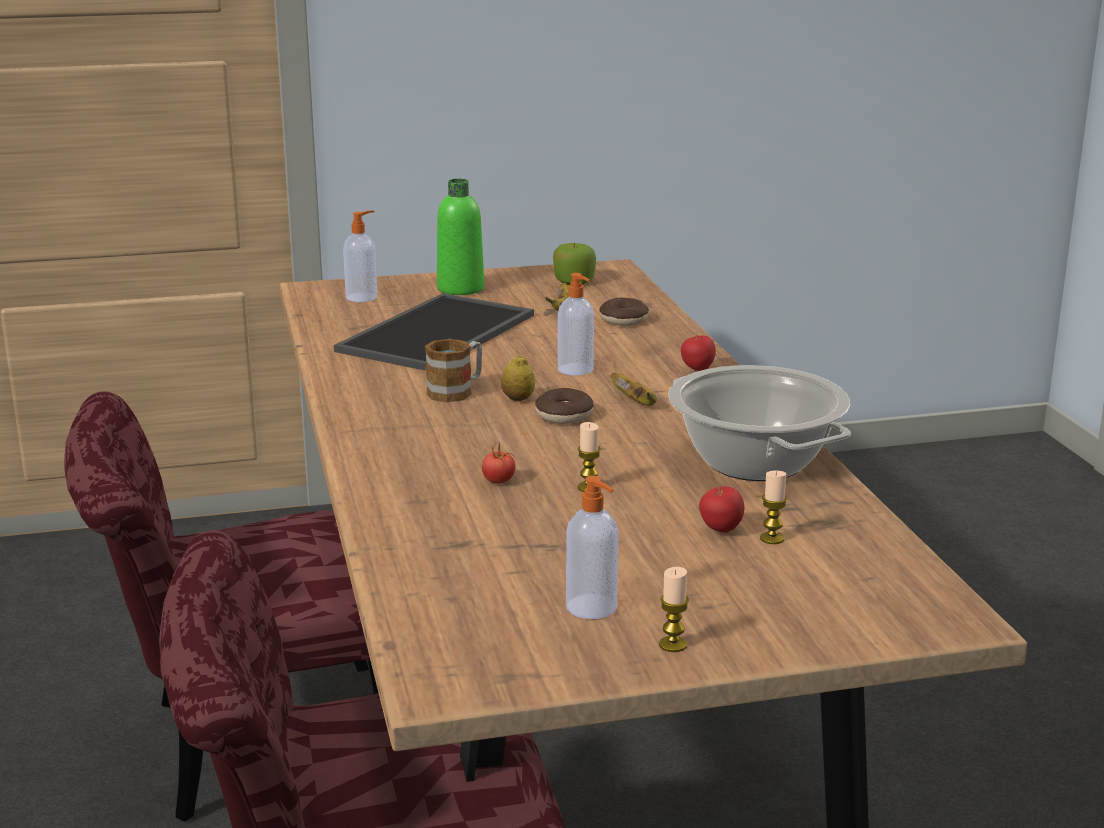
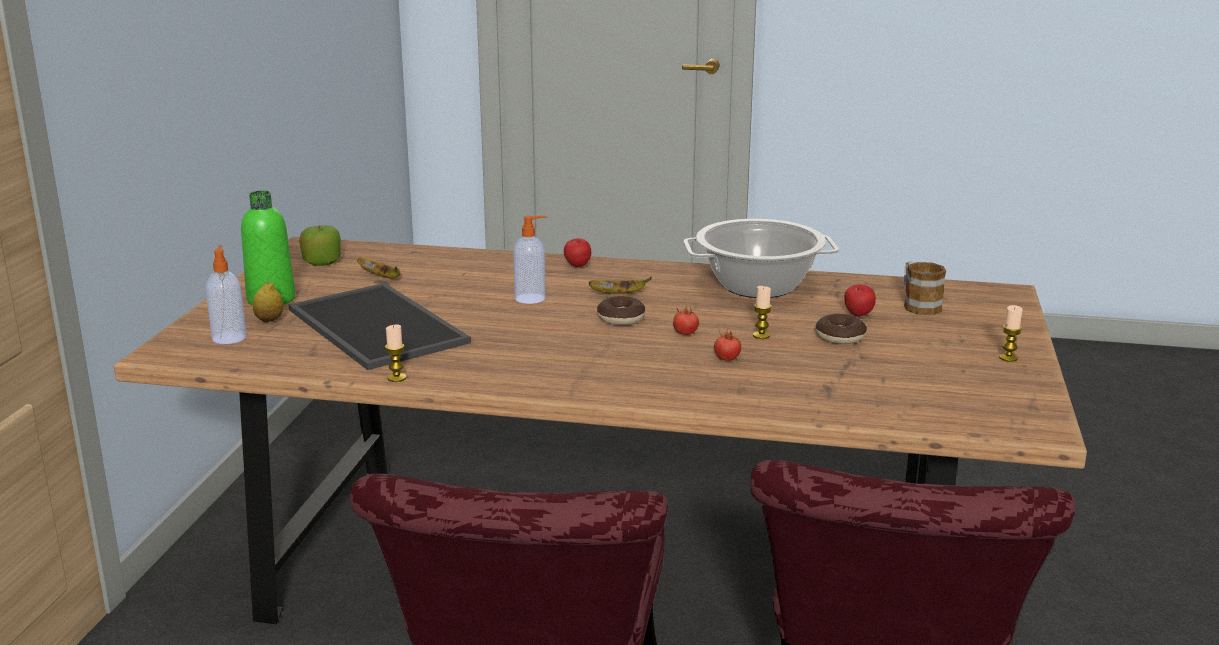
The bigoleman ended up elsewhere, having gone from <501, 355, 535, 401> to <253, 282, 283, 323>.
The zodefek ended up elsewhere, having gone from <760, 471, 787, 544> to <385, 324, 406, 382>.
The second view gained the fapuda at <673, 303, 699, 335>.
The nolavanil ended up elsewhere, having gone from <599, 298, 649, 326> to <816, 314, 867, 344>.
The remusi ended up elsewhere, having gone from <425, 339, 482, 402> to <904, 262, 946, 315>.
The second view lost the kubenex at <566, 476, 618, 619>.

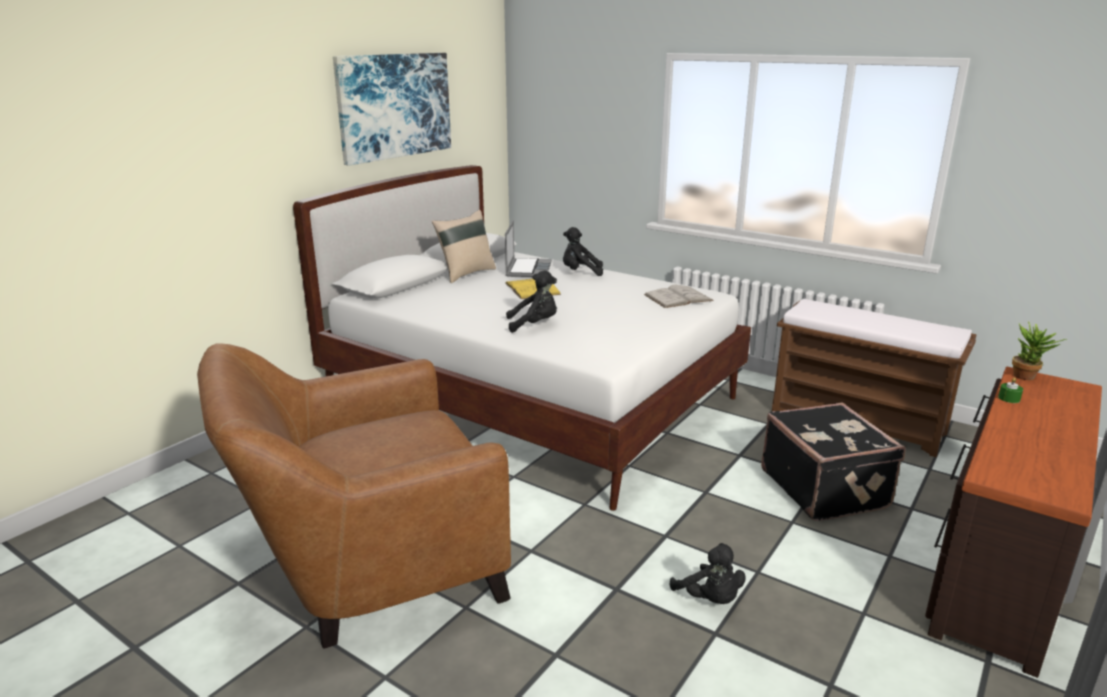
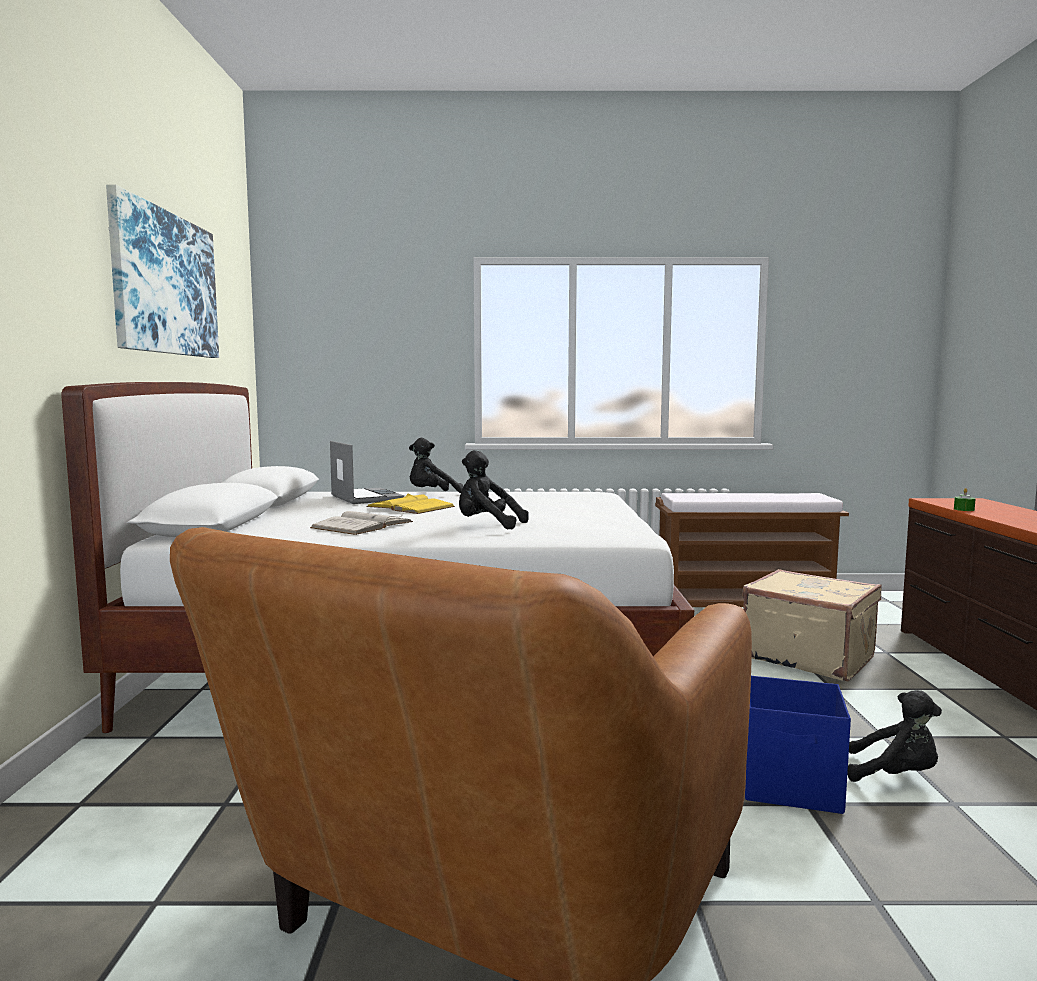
The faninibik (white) ended up elsewhere, having gone from <644, 285, 714, 308> to <310, 511, 413, 535>.
The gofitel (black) at <506, 270, 557, 333> ended up facing another way, 120 degrees counterclockwise from before.
What was the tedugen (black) at <761, 403, 906, 521> turned into the tedugen (beige) at <742, 569, 881, 681>.
The second view gained the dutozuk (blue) at <745, 676, 851, 814>.
The second view lost the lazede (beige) at <432, 210, 496, 283>.
The second view lost the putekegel at <1012, 321, 1067, 380>.

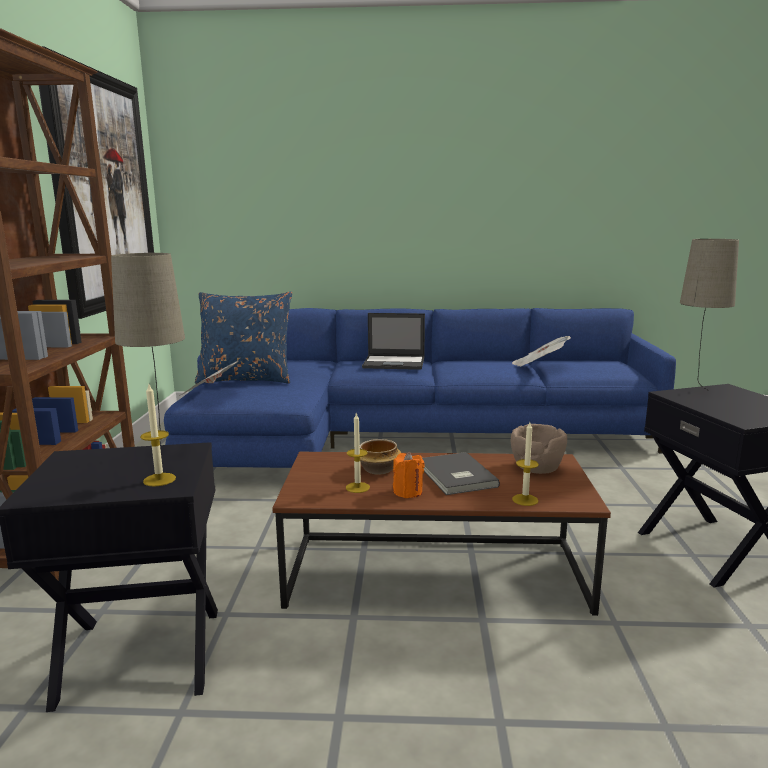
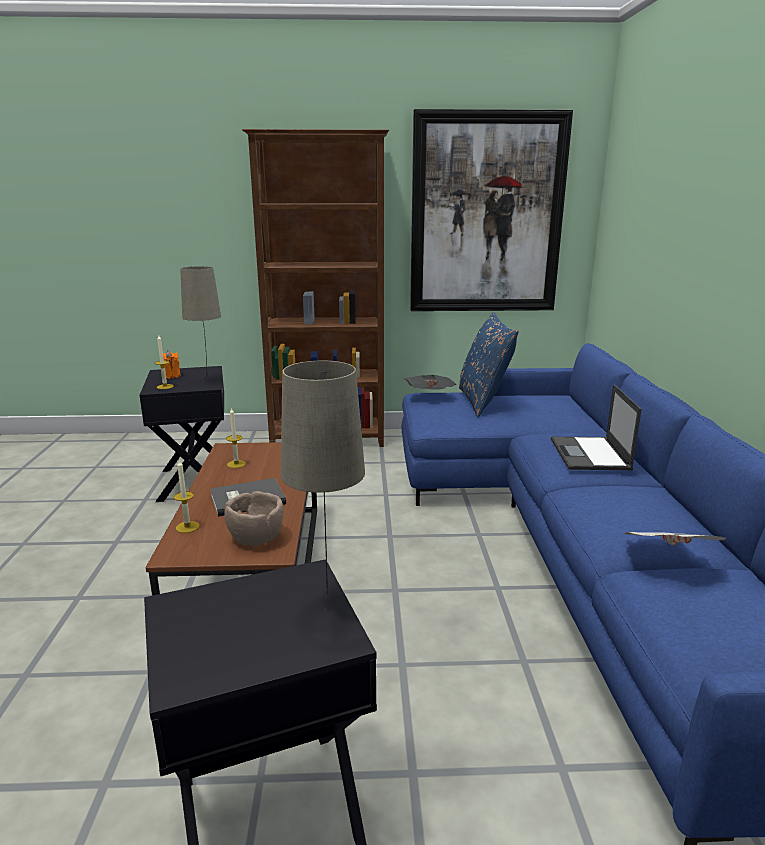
The zodefek (orange) ended up elsewhere, having gone from <393, 452, 425, 498> to <161, 350, 181, 379>.
The second view lost the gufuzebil at <360, 439, 401, 475>.

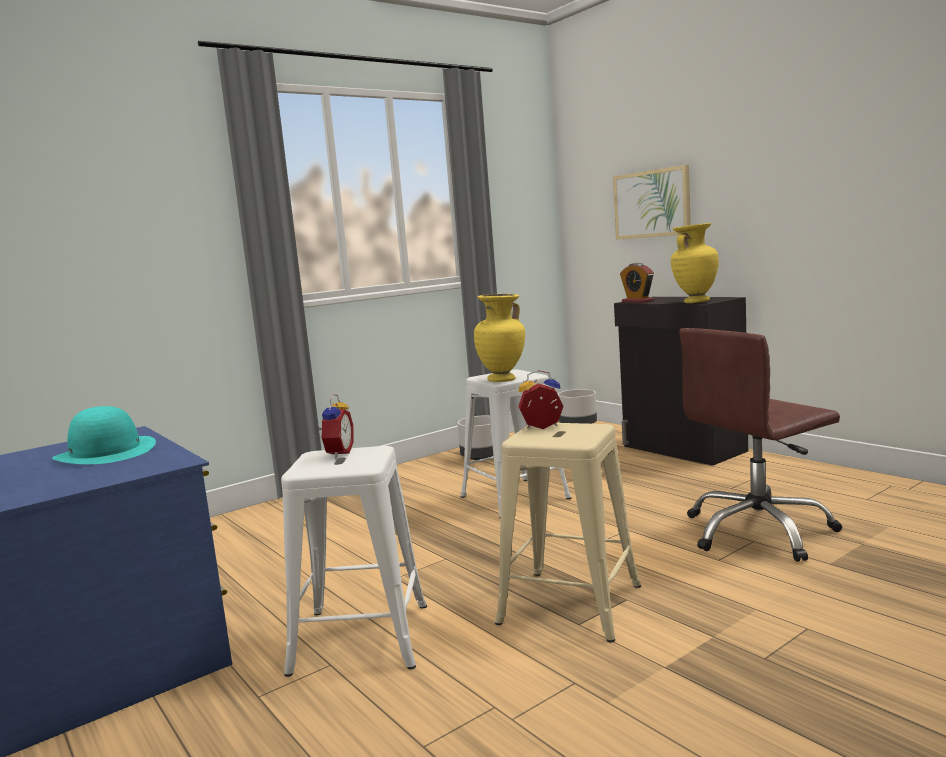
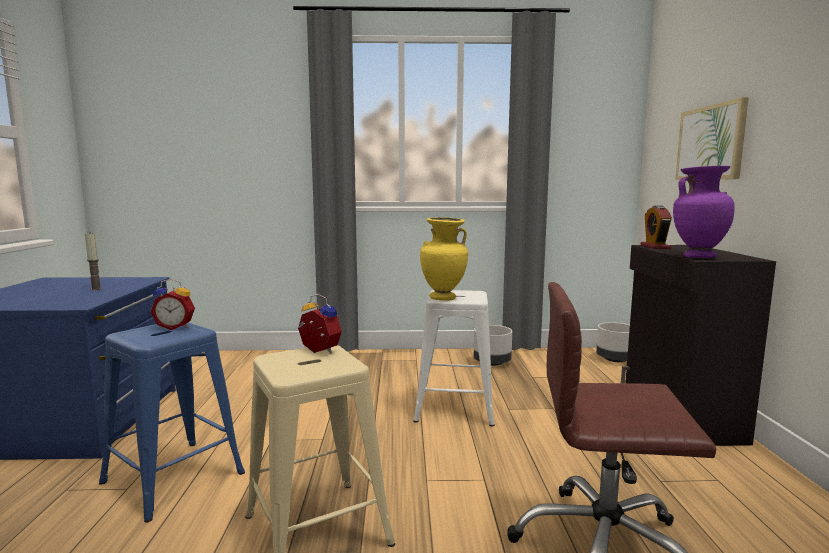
Where the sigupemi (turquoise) stood at <52, 406, 156, 464>, the zodefek came to stand at <85, 233, 102, 290>.
What was the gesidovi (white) at <281, 446, 427, 677> turned into the gesidovi (blue) at <99, 323, 245, 523>.
The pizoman at <317, 394, 354, 458> ended up facing another way, 45 degrees clockwise from before.
What was the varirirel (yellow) at <671, 223, 719, 303> turned into the varirirel (purple) at <673, 166, 735, 258>.

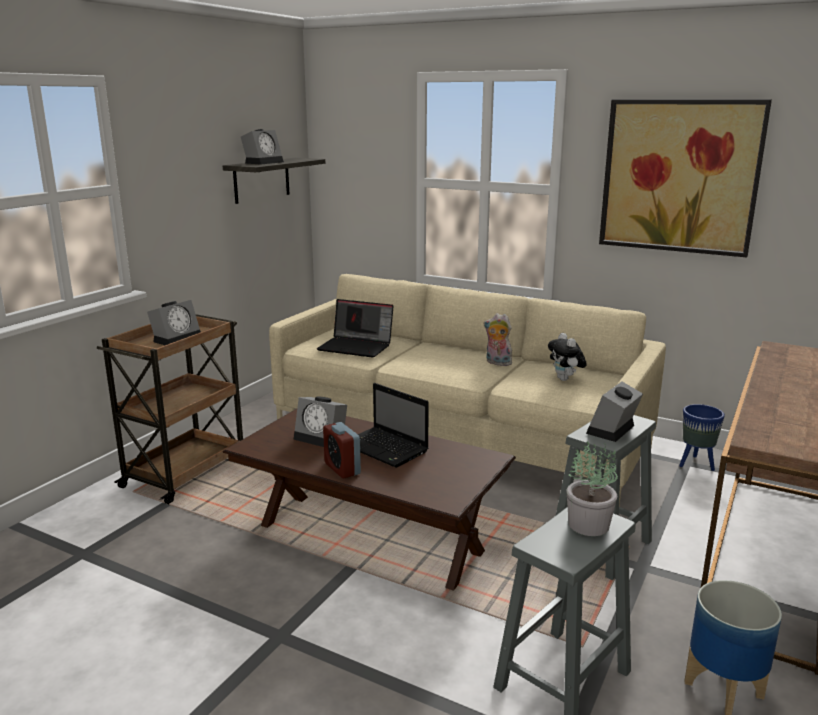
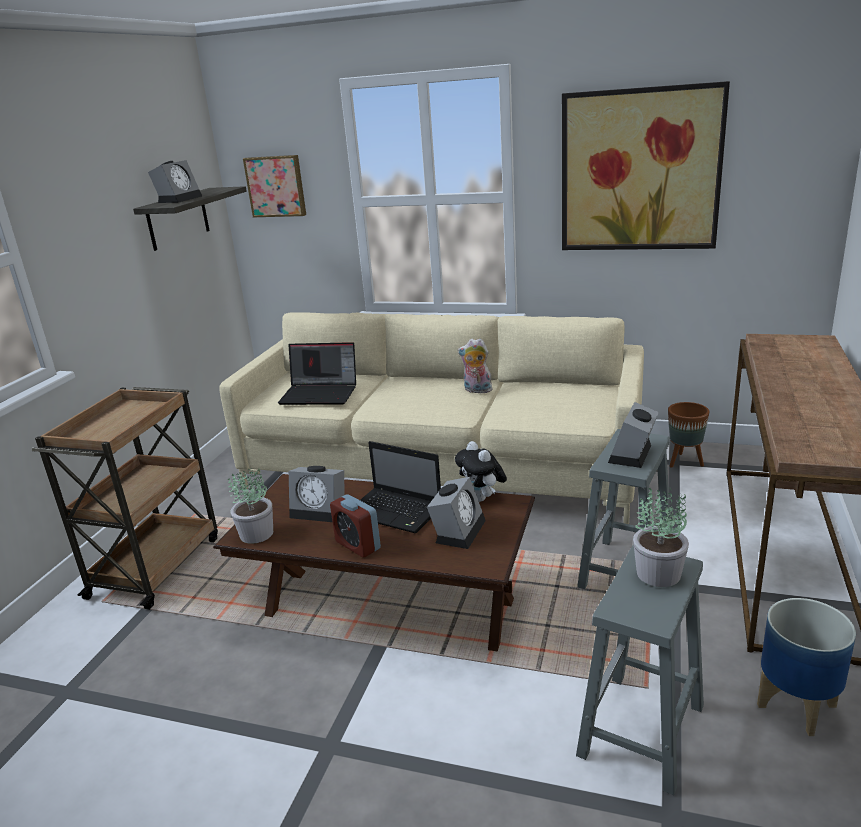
The second view gained the putekegel at <228, 467, 273, 544>.
The second view gained the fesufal at <243, 155, 306, 217>.
The pizoman ended up elsewhere, having gone from <147, 300, 201, 345> to <427, 477, 486, 549>.
The gofitel ended up elsewhere, having gone from <548, 333, 587, 381> to <455, 441, 507, 502>.
What was the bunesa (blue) at <679, 404, 725, 471> turned into the bunesa (brown) at <668, 402, 709, 468>.

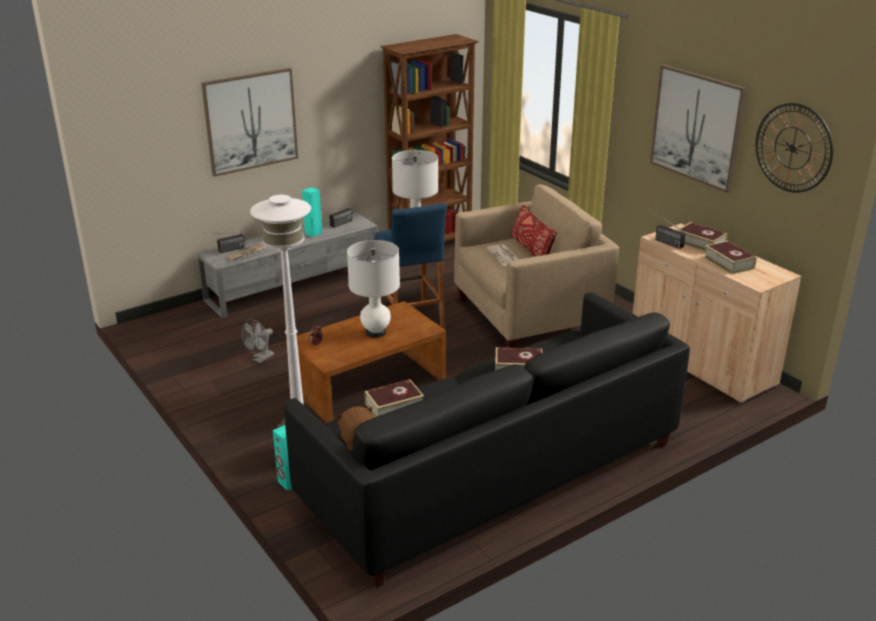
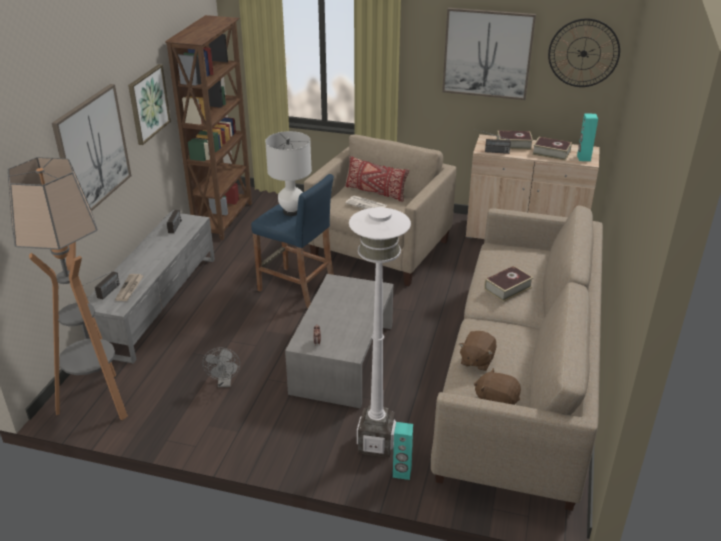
The second view gained the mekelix at <8, 157, 128, 420>.
The second view gained the fesufal at <128, 64, 171, 145>.
What was the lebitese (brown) at <286, 301, 446, 423> turned into the lebitese (grey) at <285, 274, 393, 408>.
What was the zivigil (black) at <284, 292, 690, 588> turned into the zivigil (beige) at <431, 206, 603, 511>.
Where the faninibik stood at <365, 379, 424, 417>, the gofitel (brown) came to stand at <459, 331, 497, 371>.
The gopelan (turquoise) ended up elsewhere, having gone from <302, 187, 322, 237> to <577, 113, 598, 161>.
The second view lost the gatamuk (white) at <347, 240, 400, 338>.

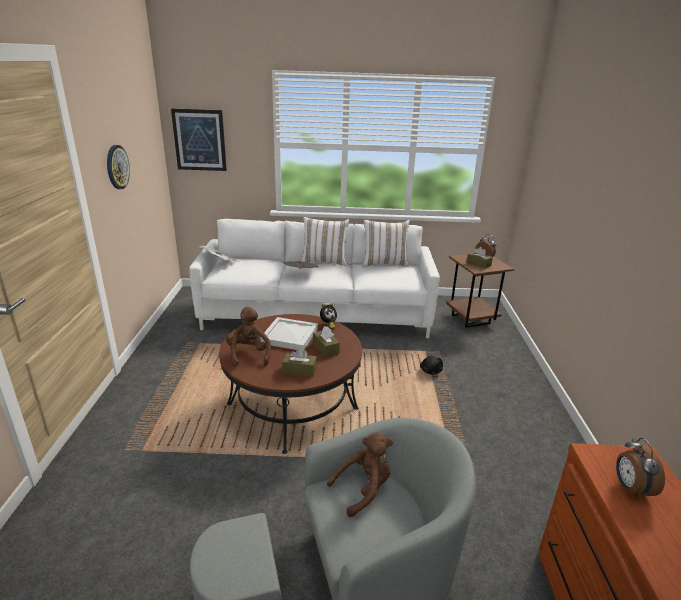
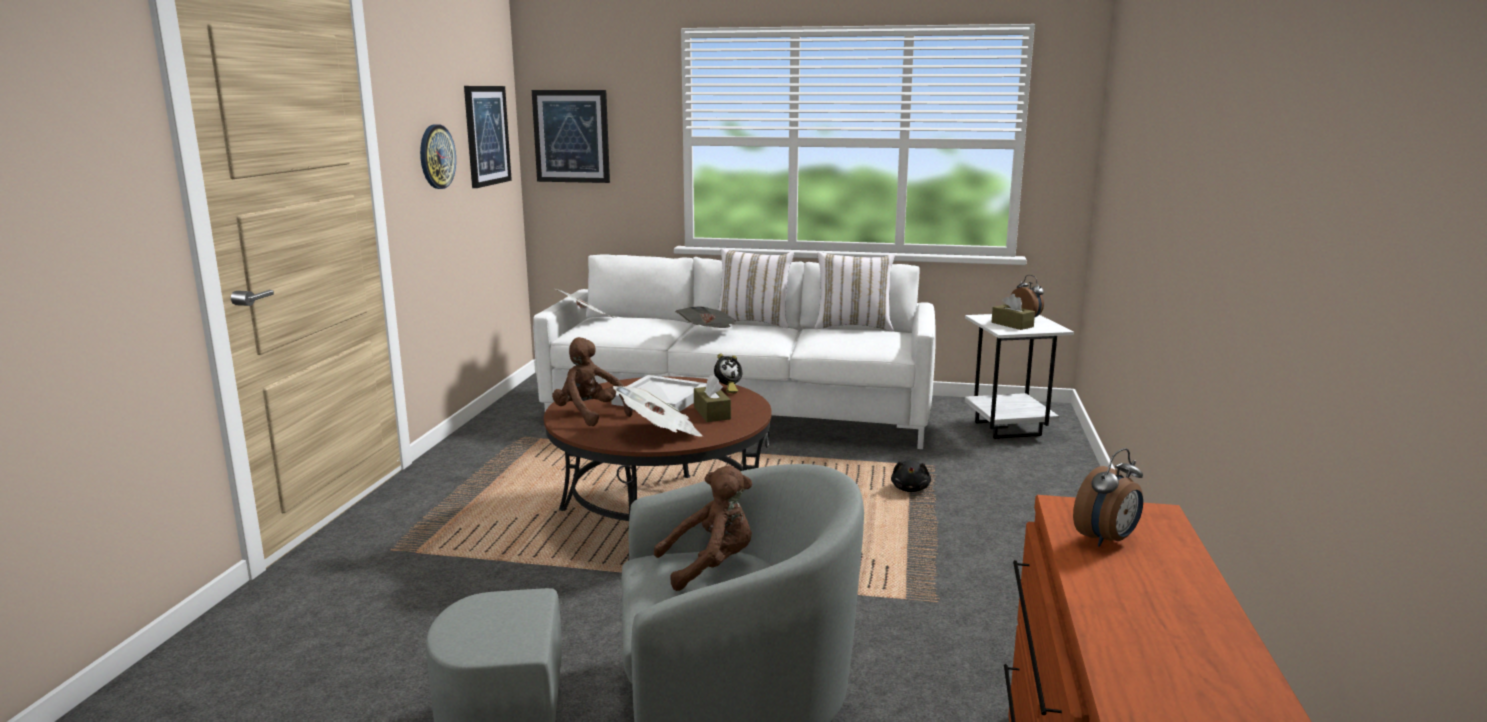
The second view gained the fesufal at <464, 86, 512, 188>.
The gofitel (brown) at <226, 307, 271, 367> ended up facing another way, 45 degrees counterclockwise from before.
Where the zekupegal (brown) stood at <282, 348, 317, 377>, the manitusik came to stand at <613, 386, 702, 437>.
What was the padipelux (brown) at <446, 254, 514, 328> turned into the padipelux (white) at <965, 314, 1074, 439>.
The pizoman at <616, 438, 665, 498> ended up facing another way, 135 degrees counterclockwise from before.

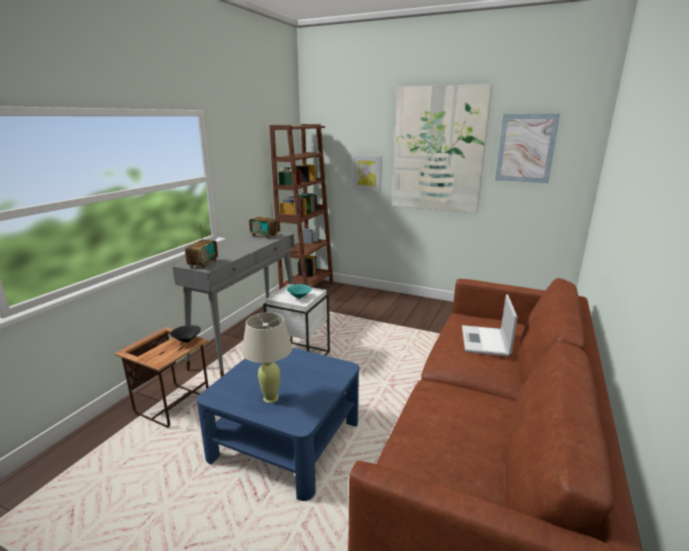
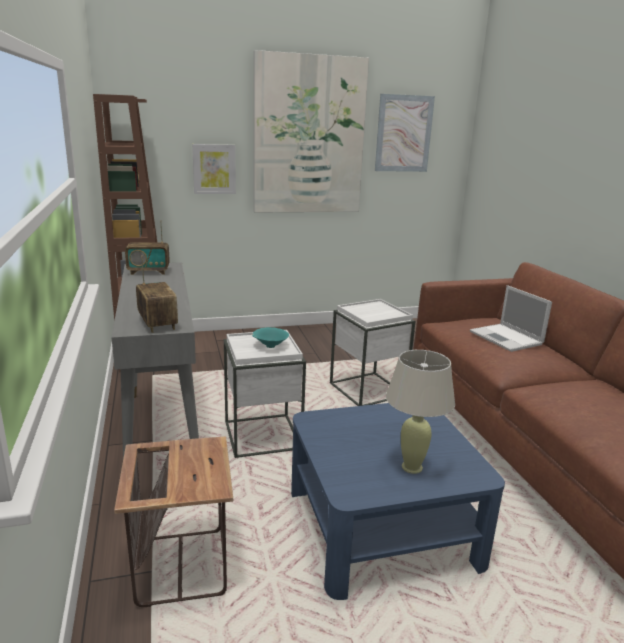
The second view gained the padipelux (white) at <330, 299, 415, 406>.
The second view lost the gufuzebil (black) at <170, 325, 201, 343>.

